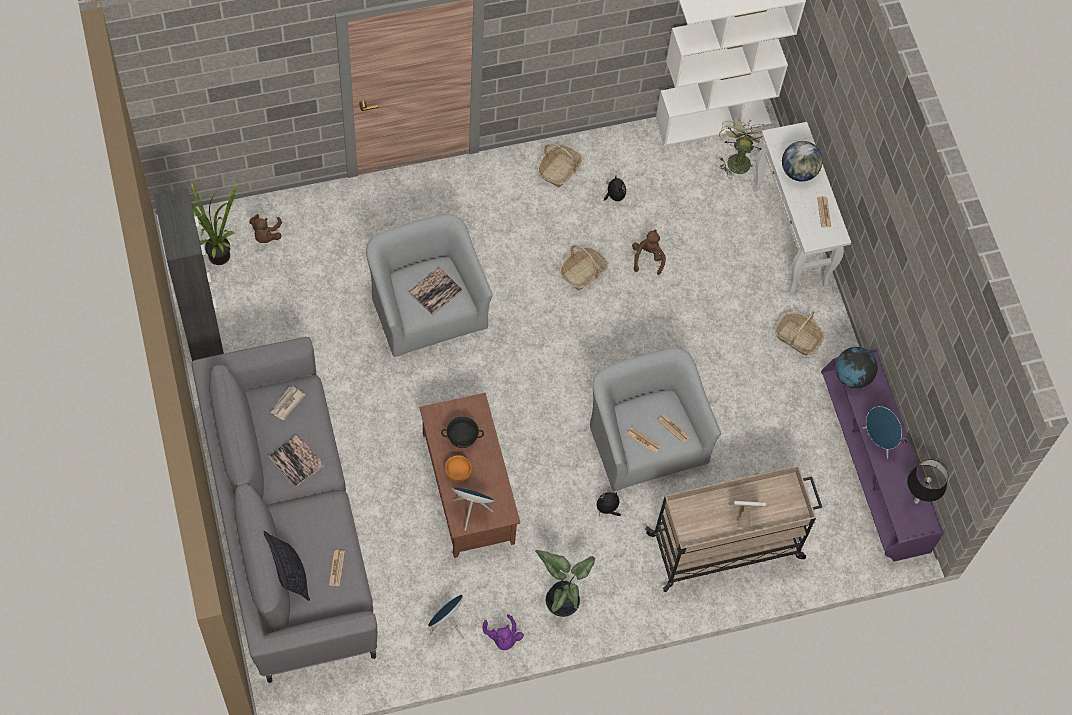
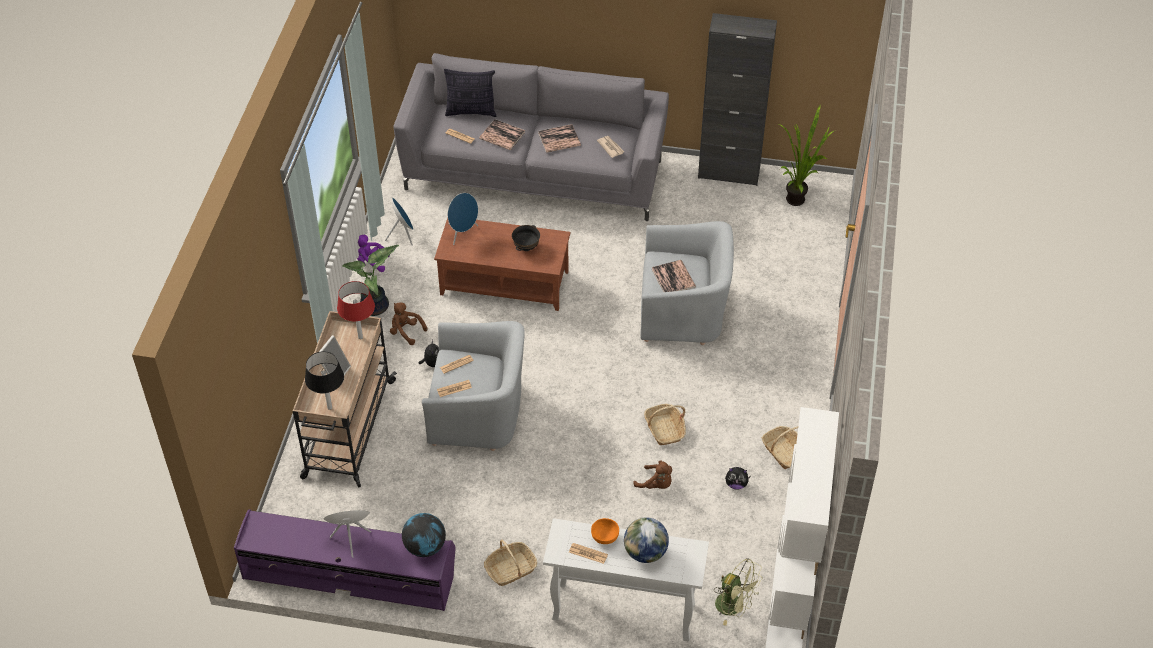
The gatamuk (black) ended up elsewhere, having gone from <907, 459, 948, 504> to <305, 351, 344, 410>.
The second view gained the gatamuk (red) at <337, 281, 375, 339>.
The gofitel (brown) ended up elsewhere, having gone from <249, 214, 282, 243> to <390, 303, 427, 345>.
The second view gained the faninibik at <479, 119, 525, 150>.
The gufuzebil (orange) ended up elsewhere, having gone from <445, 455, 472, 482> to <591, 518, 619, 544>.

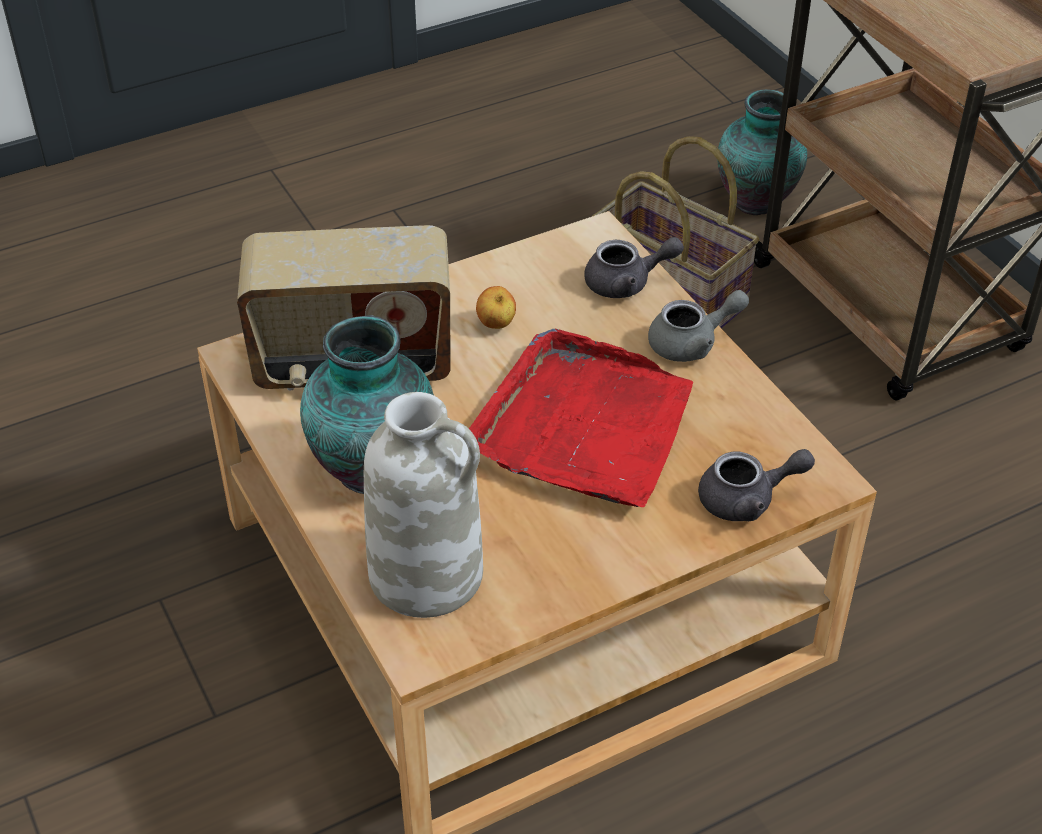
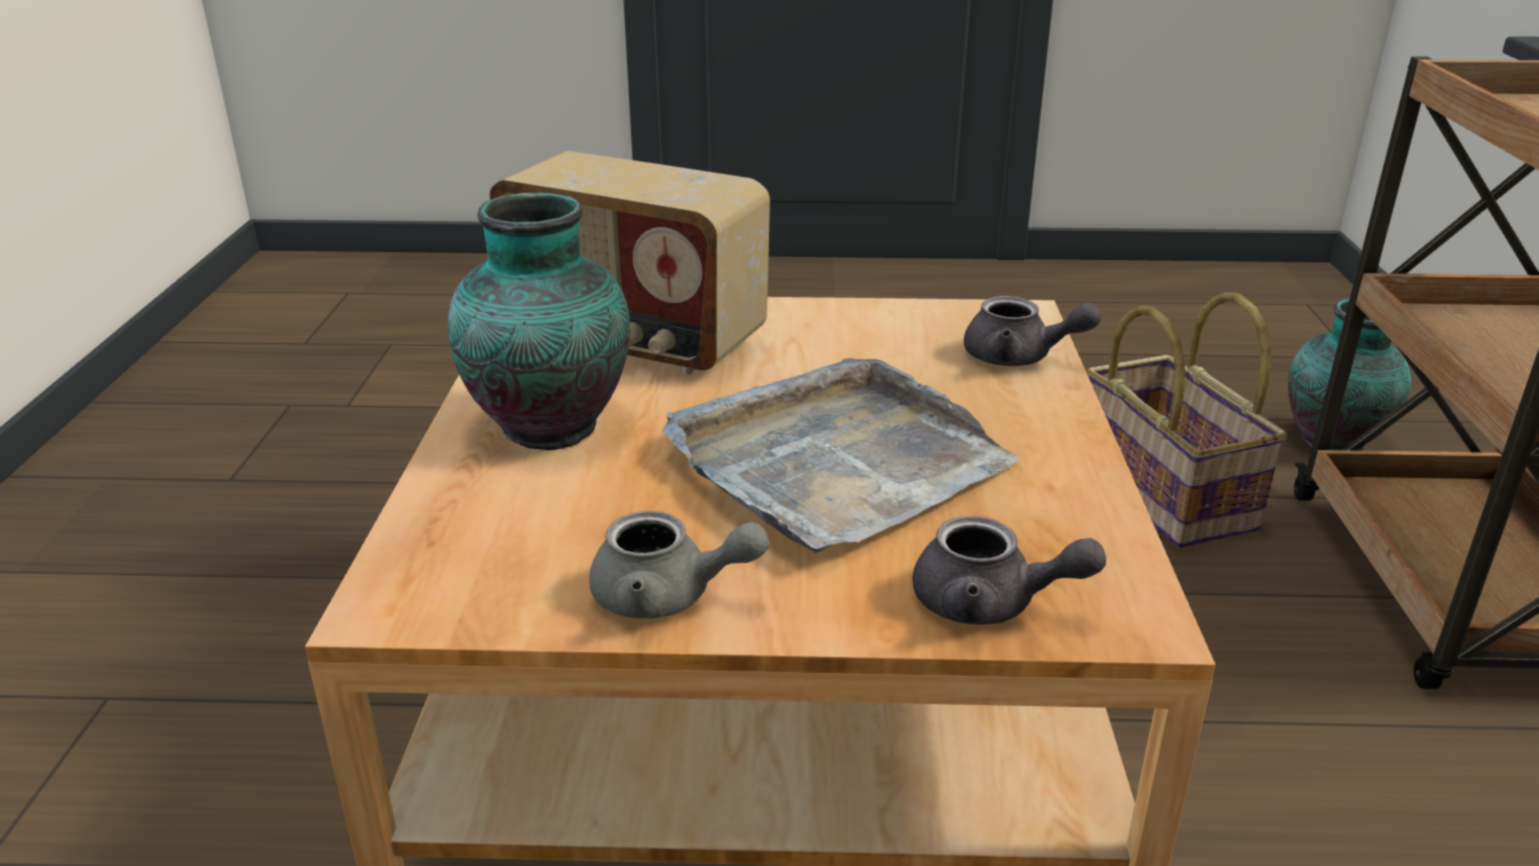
The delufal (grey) ended up elsewhere, having gone from <648, 290, 749, 362> to <589, 511, 769, 619>.
What was the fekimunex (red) at <469, 329, 693, 507> turned into the fekimunex (grey) at <662, 358, 1020, 553>.
The second view lost the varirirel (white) at <364, 392, 483, 618>.
The second view lost the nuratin at <476, 286, 516, 329>.

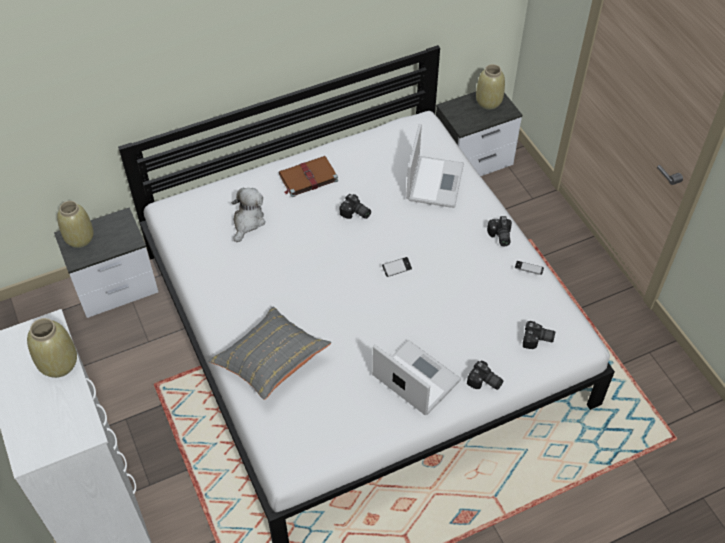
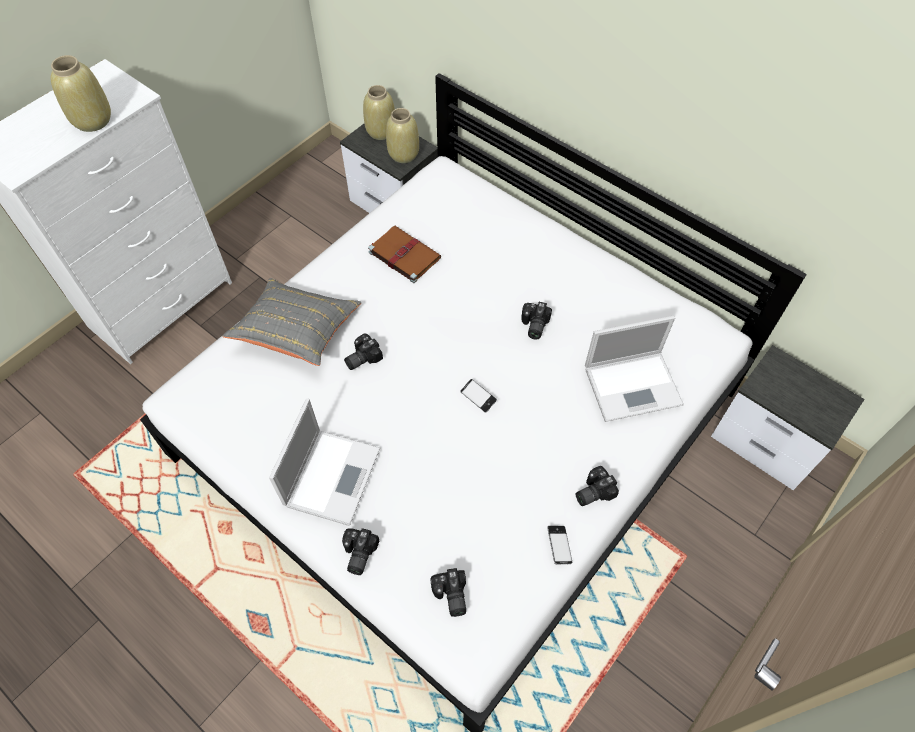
The second view gained the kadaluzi at <344, 334, 383, 370>.
The faninibik (brown) ended up elsewhere, having gone from <279, 156, 338, 197> to <368, 226, 441, 283>.
The varirirel (beige) ended up elsewhere, having gone from <476, 64, 505, 110> to <386, 108, 419, 163>.
The second view lost the gofitel at <232, 188, 265, 242>.

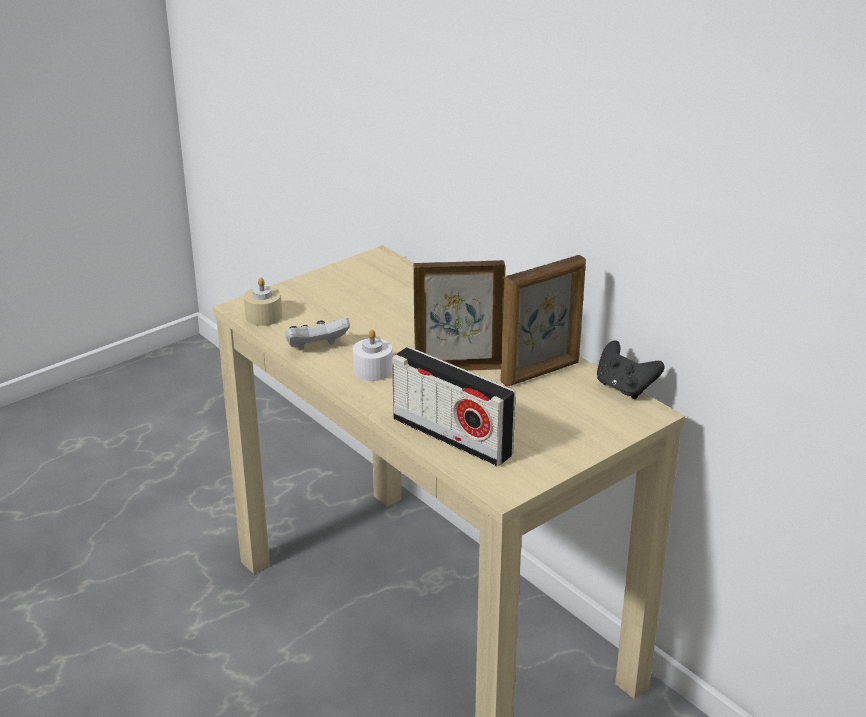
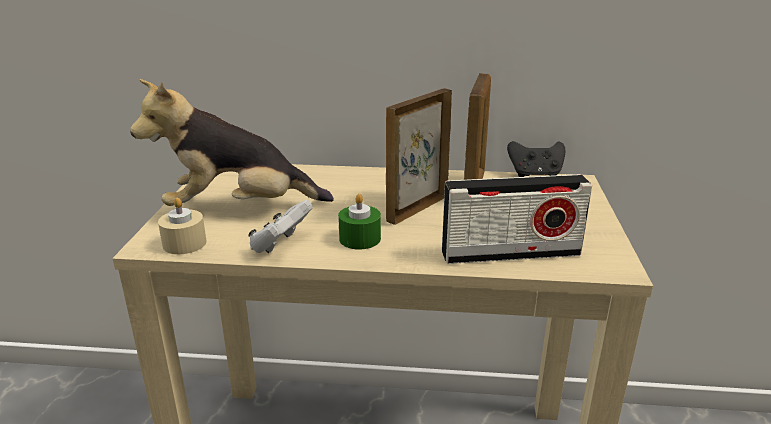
The second view gained the gofitel at <130, 79, 334, 206>.
What was the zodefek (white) at <353, 330, 392, 381> turned into the zodefek (green) at <338, 193, 381, 250>.

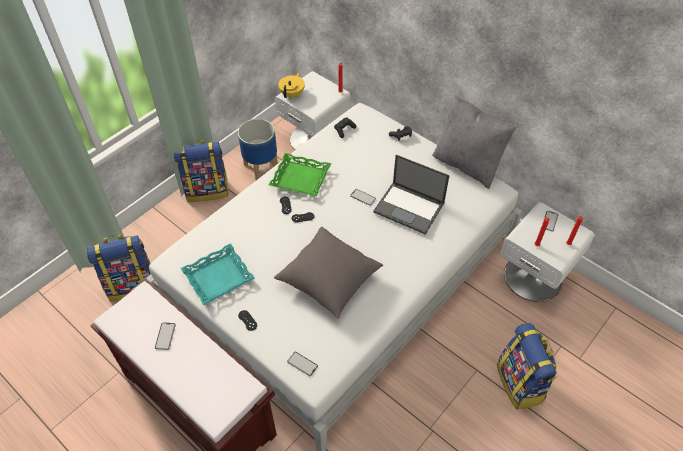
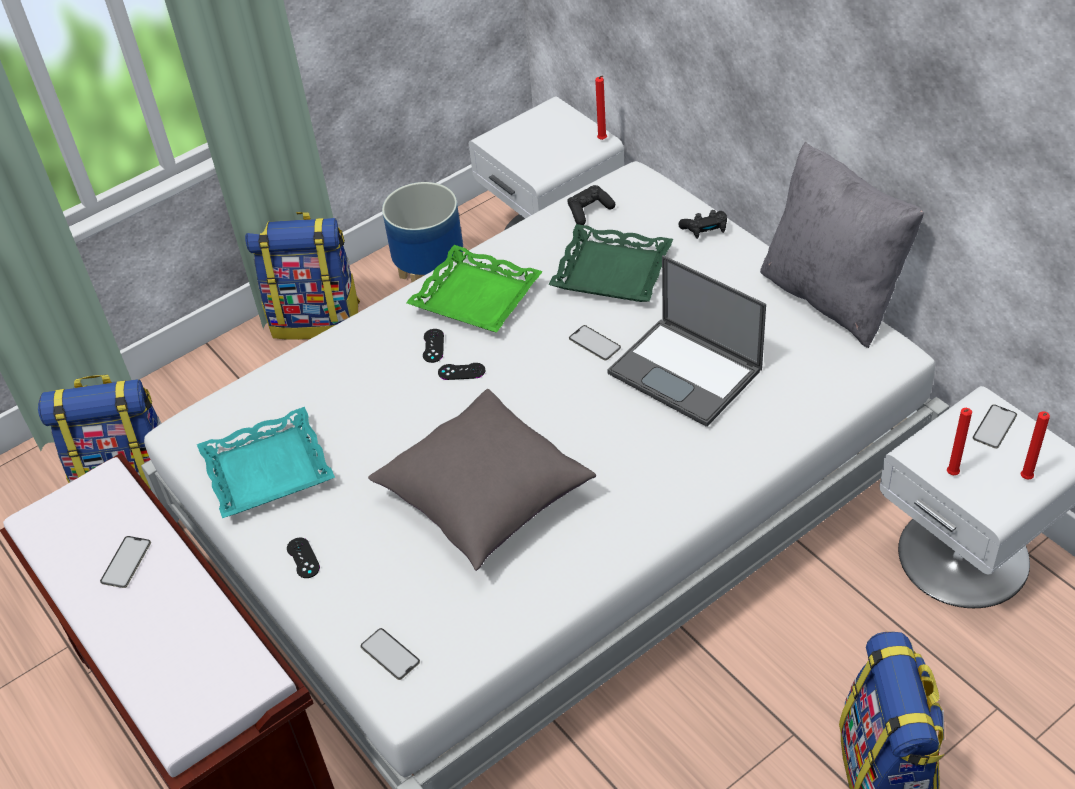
The second view gained the fekimunex (green) at <549, 224, 673, 302>.
The second view lost the delufal (yellow) at <278, 72, 305, 98>.

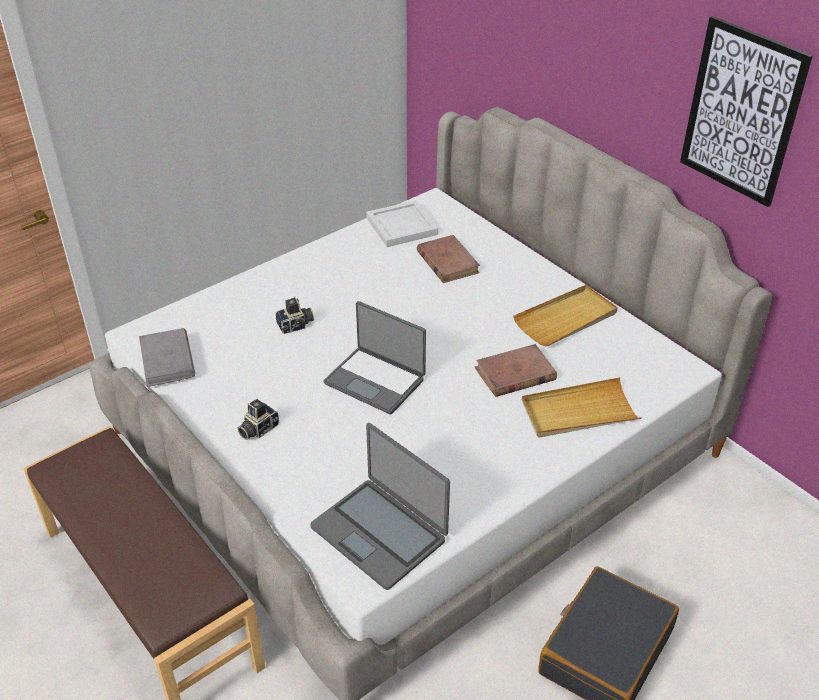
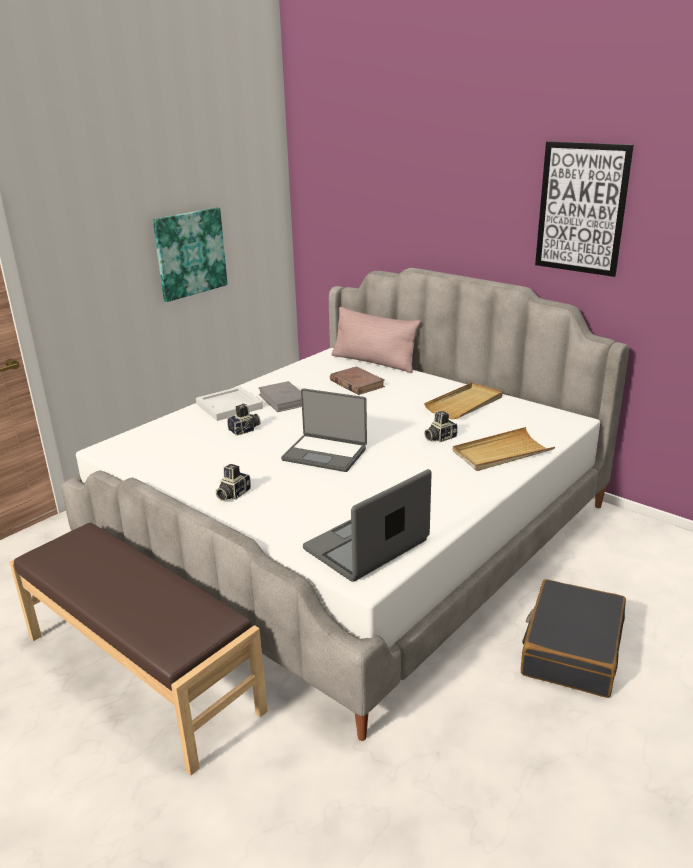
The second view gained the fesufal at <153, 207, 228, 302>.
The fekimunex (white) ended up elsewhere, having gone from <366, 200, 438, 247> to <196, 387, 263, 421>.
The faninibik (grey) ended up elsewhere, having gone from <139, 328, 195, 387> to <259, 381, 302, 412>.
The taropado at <310, 423, 450, 590> ended up facing another way, 105 degrees clockwise from before.
The second view gained the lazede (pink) at <332, 307, 421, 373>.
Where the faninibik (brown) stood at <474, 344, 557, 397>, the kadaluzi came to stand at <424, 411, 458, 442>.

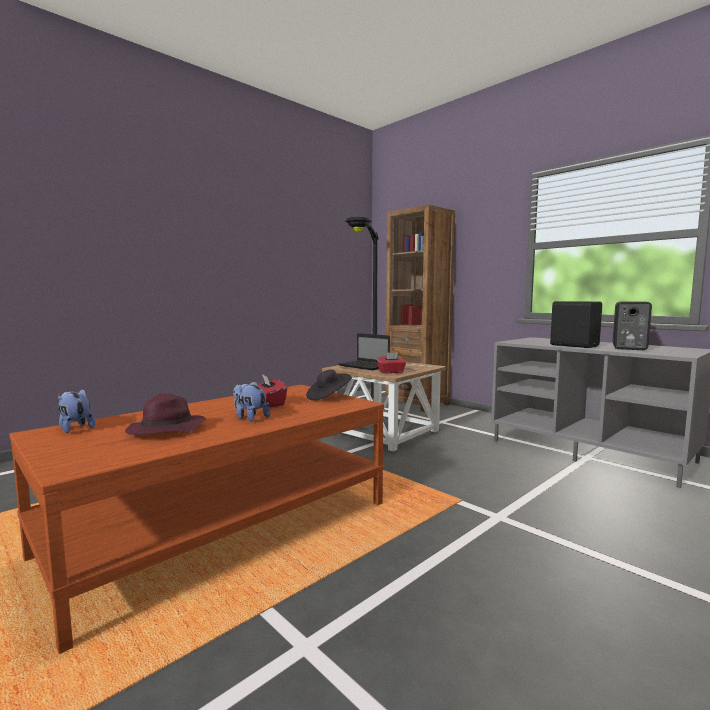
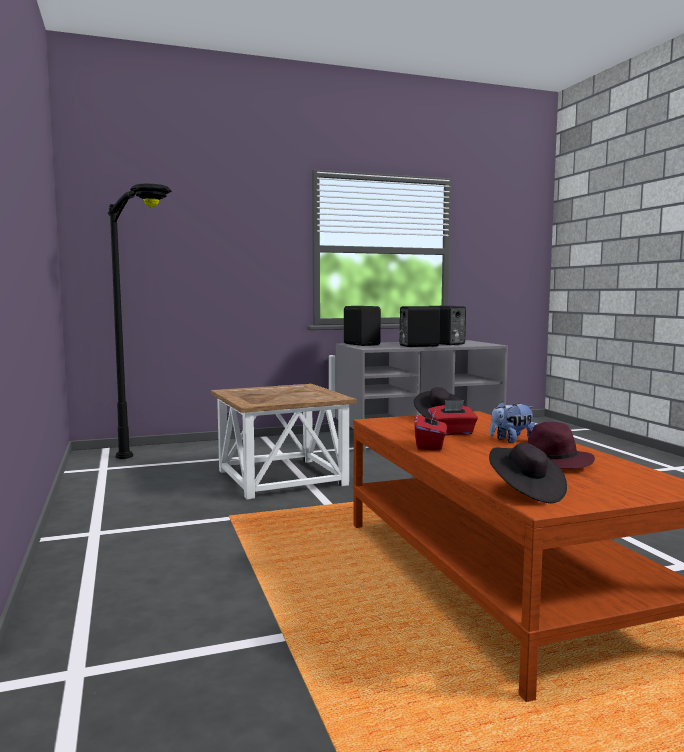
The second view gained the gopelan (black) at <344, 306, 381, 346>.
The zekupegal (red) ended up elsewhere, having gone from <377, 352, 406, 373> to <414, 408, 447, 450>.
Where the gofitel stood at <58, 389, 95, 433>, the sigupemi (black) came to stand at <489, 443, 567, 503>.
The second view lost the taropado at <339, 333, 390, 370>.
The second view lost the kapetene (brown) at <385, 204, 455, 412>.

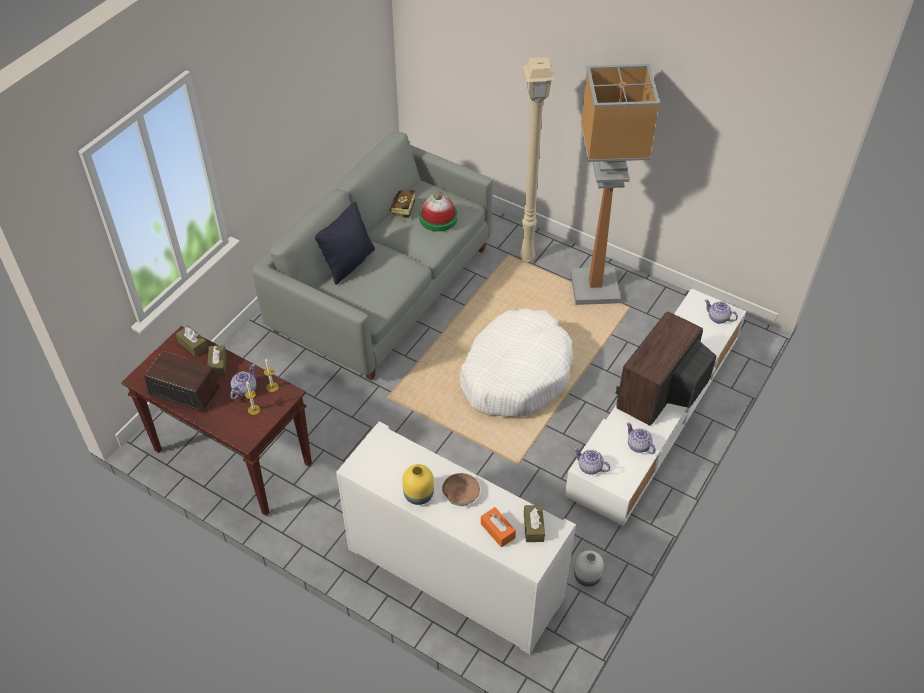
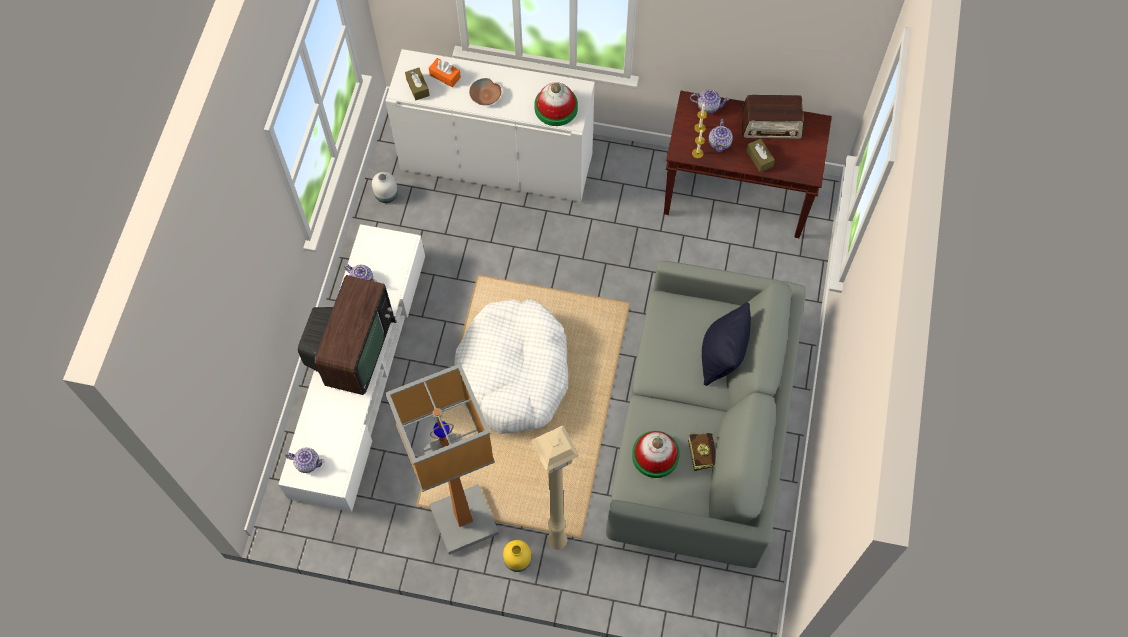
The varirirel (yellow) ended up elsewhere, having gone from <402, 464, 434, 505> to <503, 540, 531, 572>.
The second view gained the sigupemi at <534, 82, 578, 126>.
The delufal ended up elsewhere, having gone from <574, 448, 610, 475> to <690, 90, 729, 114>.
The second view lost the zekupegal (brown) at <176, 326, 208, 357>.

